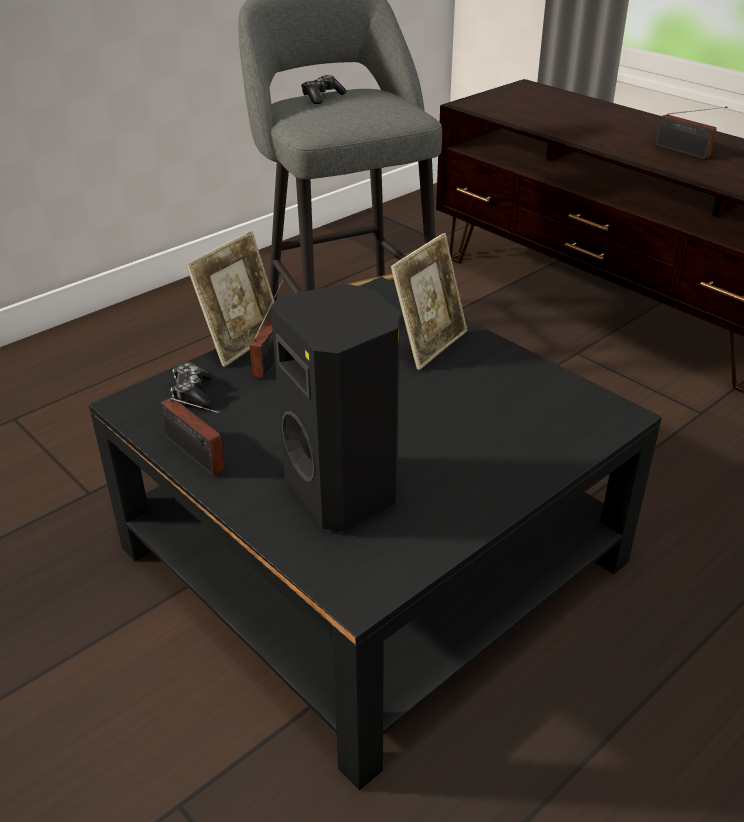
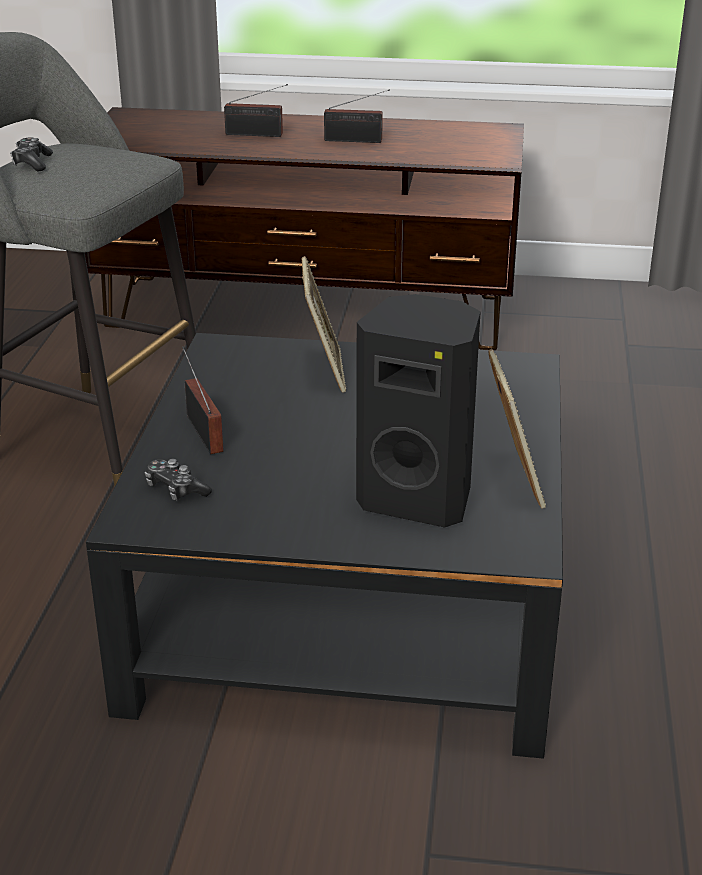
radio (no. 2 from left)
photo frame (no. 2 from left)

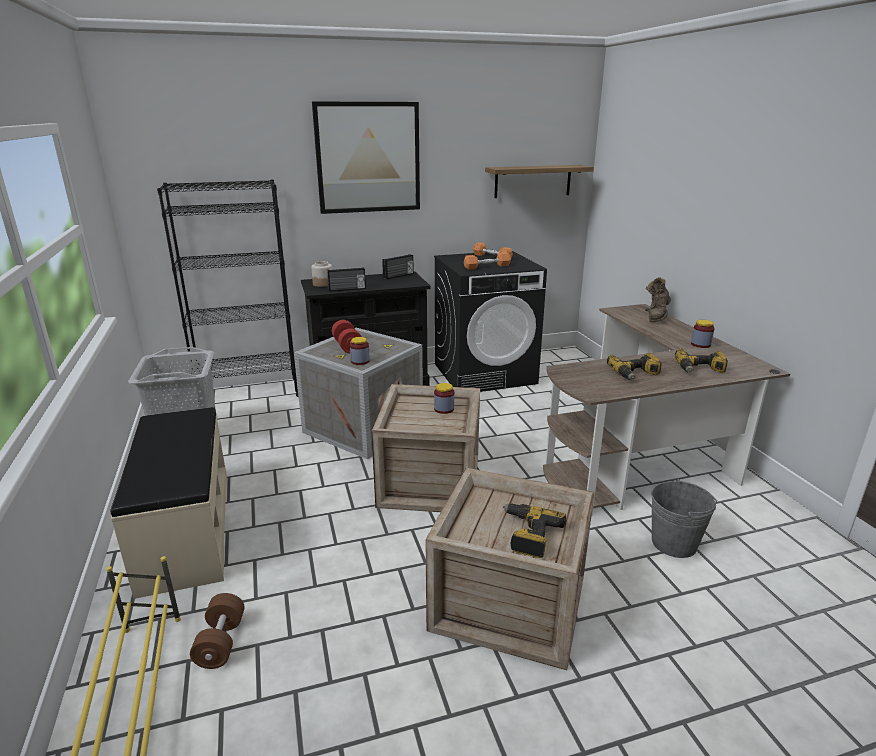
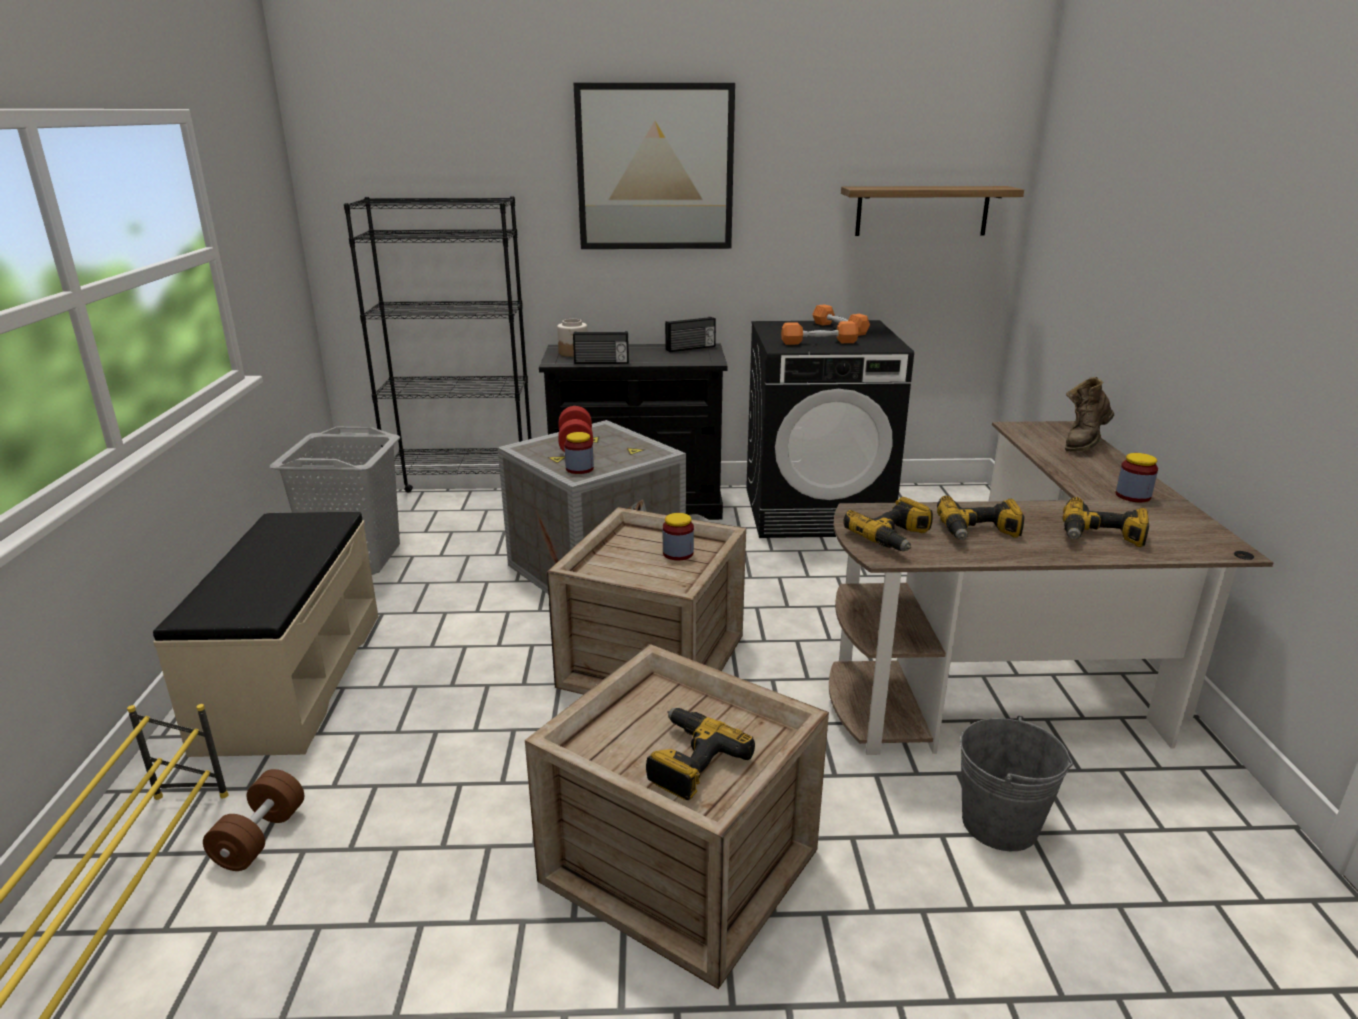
electric drill (no. 2 from left)

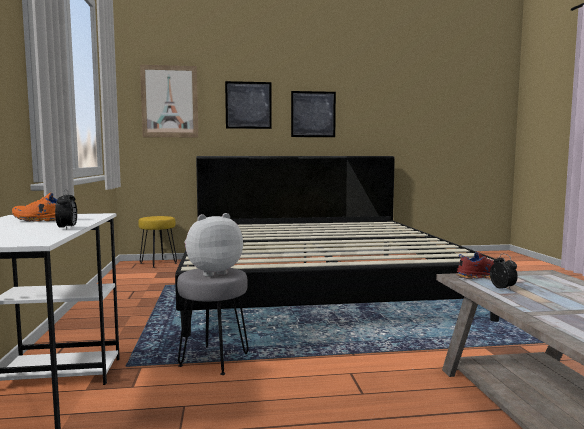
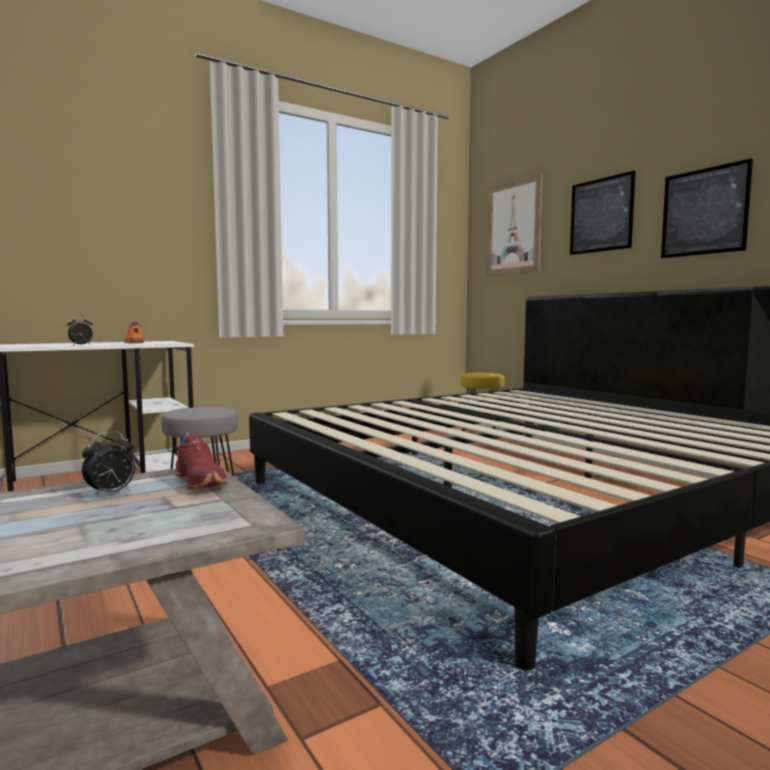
soft toy

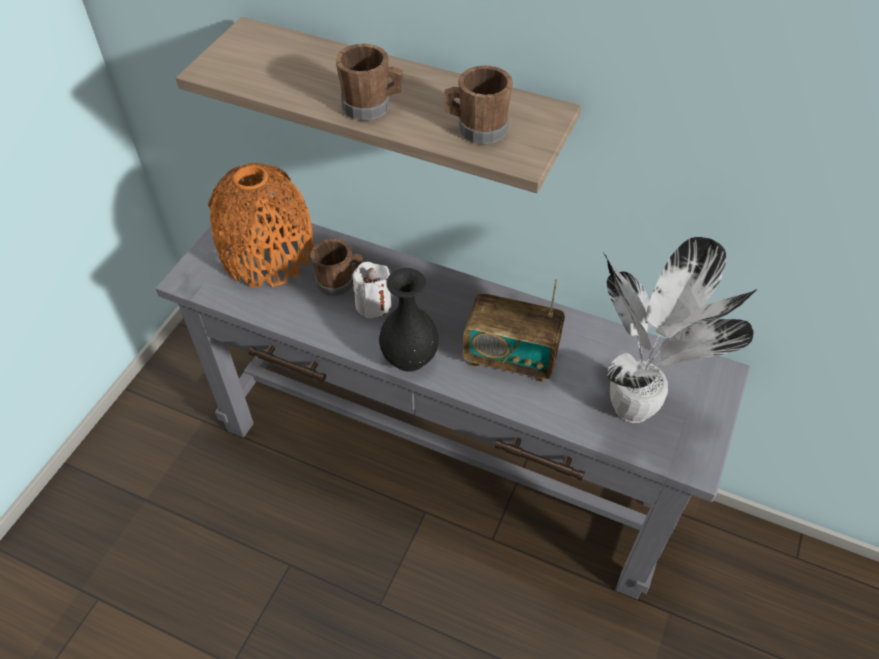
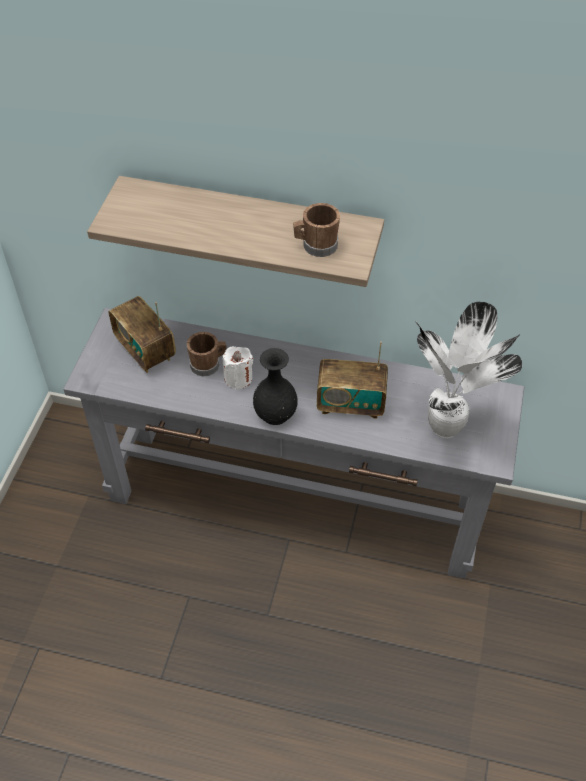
mug/brown (no. 2 from left in the first image)
radio (no. 1 from left)

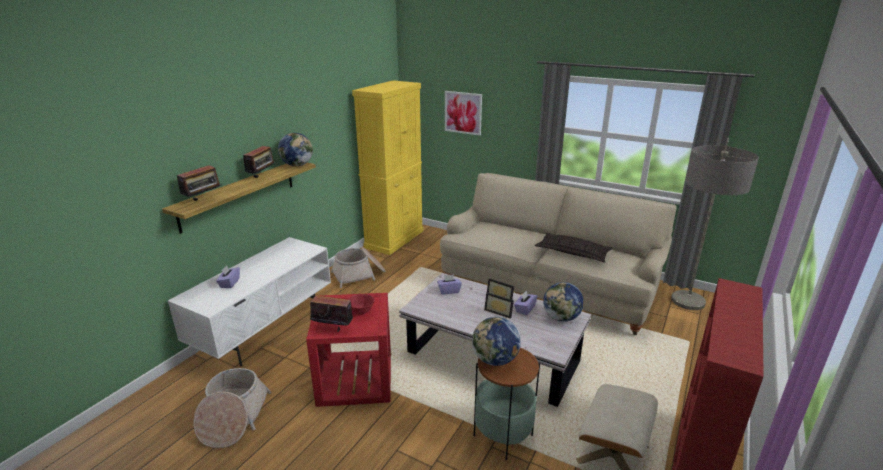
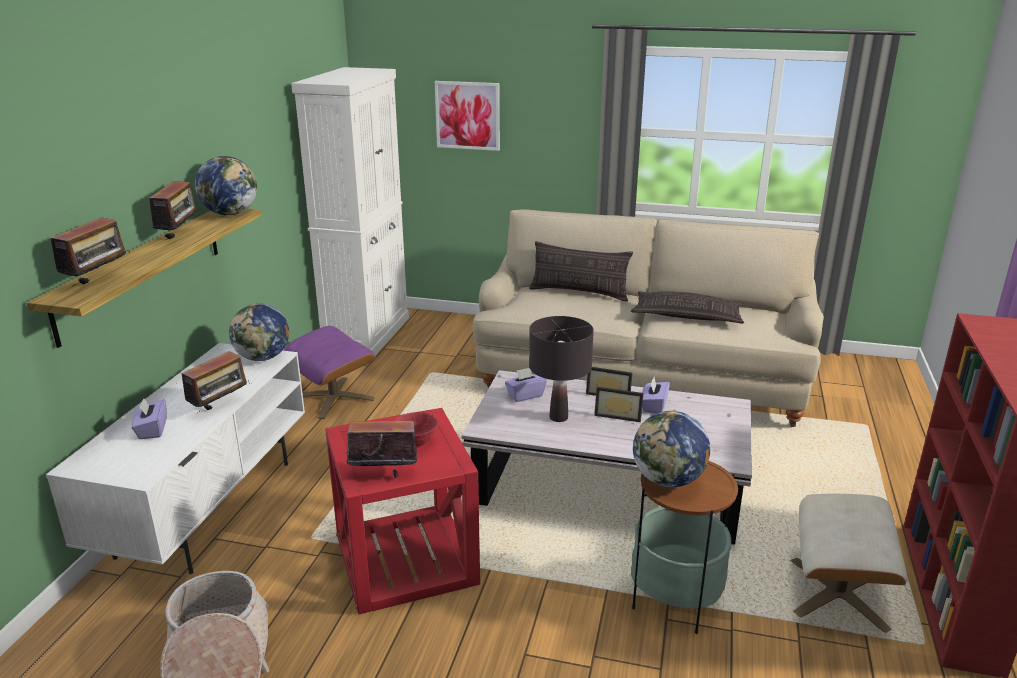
floor lamp
radio (no. 3 from left)
cushion (no. 1 from left)
table lamp/blackish
globe (no. 2 from left)
pouffe/purplish
storage cabinet/whitish

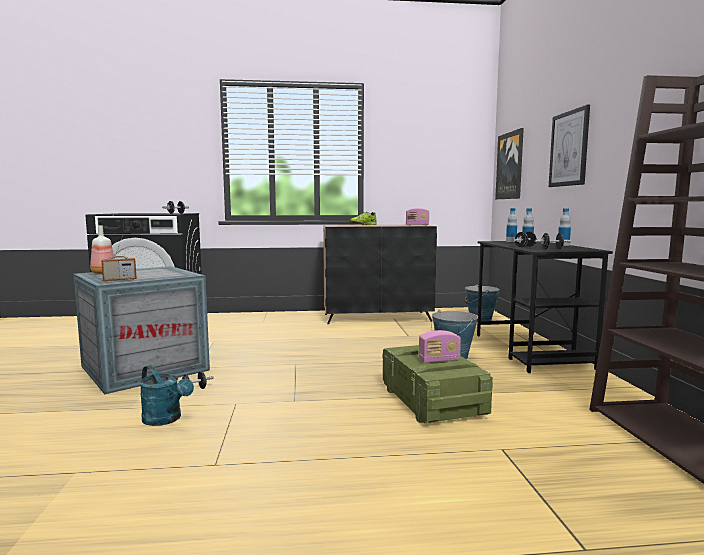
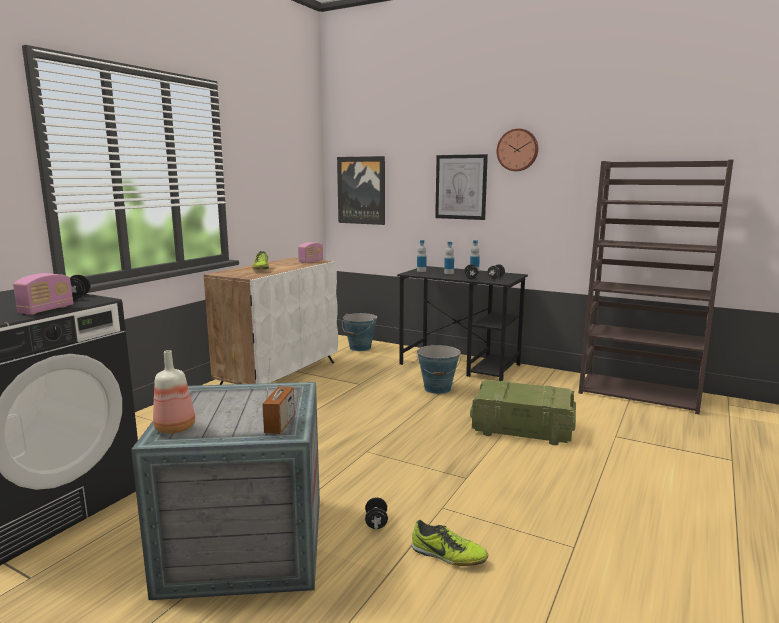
clock on the wall
radio (no. 1 from left)
item of footwear (no. 2 from left)
storage cabinet/whitish

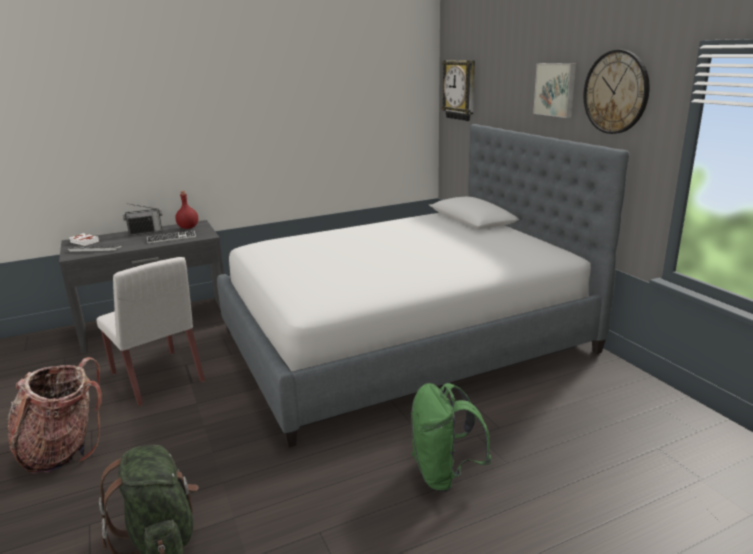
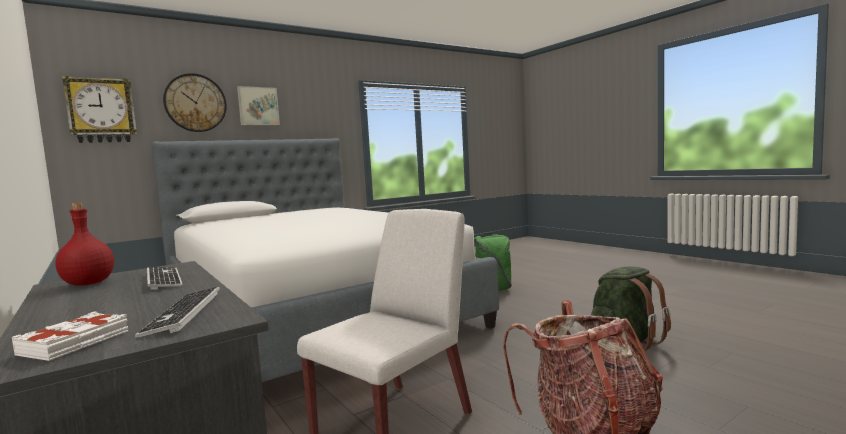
radio
clock on the wall (no. 2 from left)

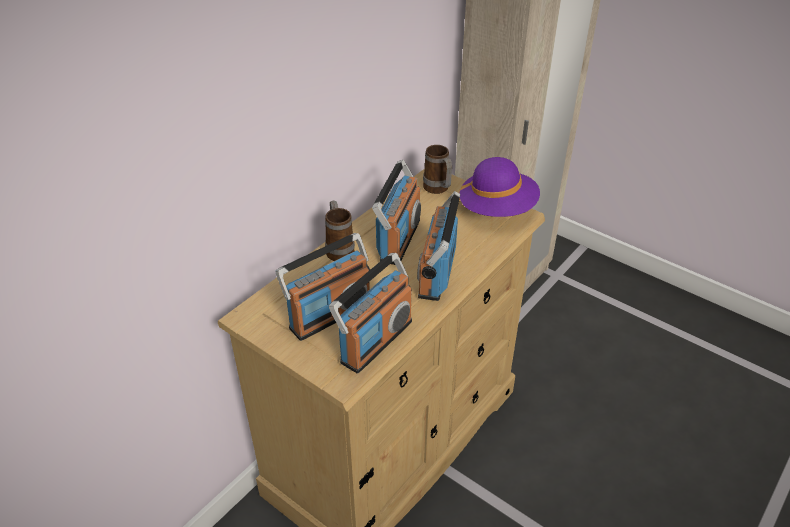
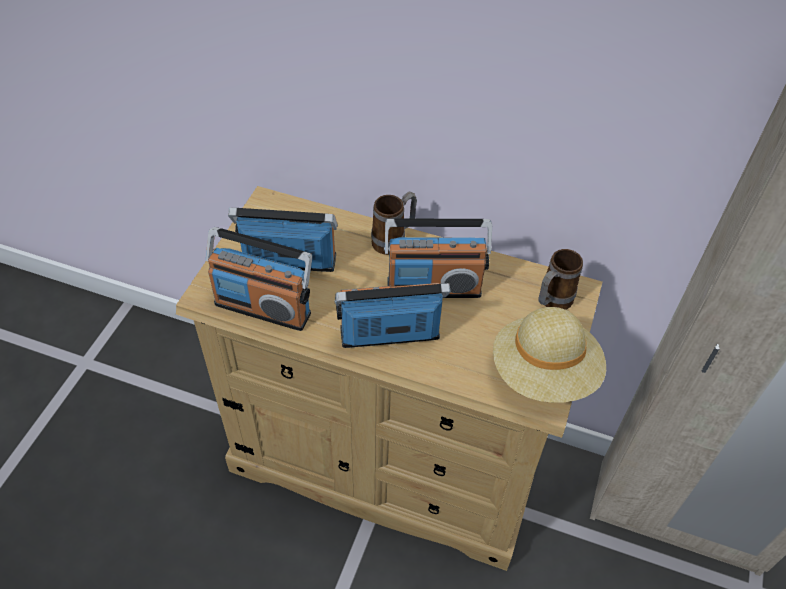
clothing hat/beige
radio (no. 2 from left)

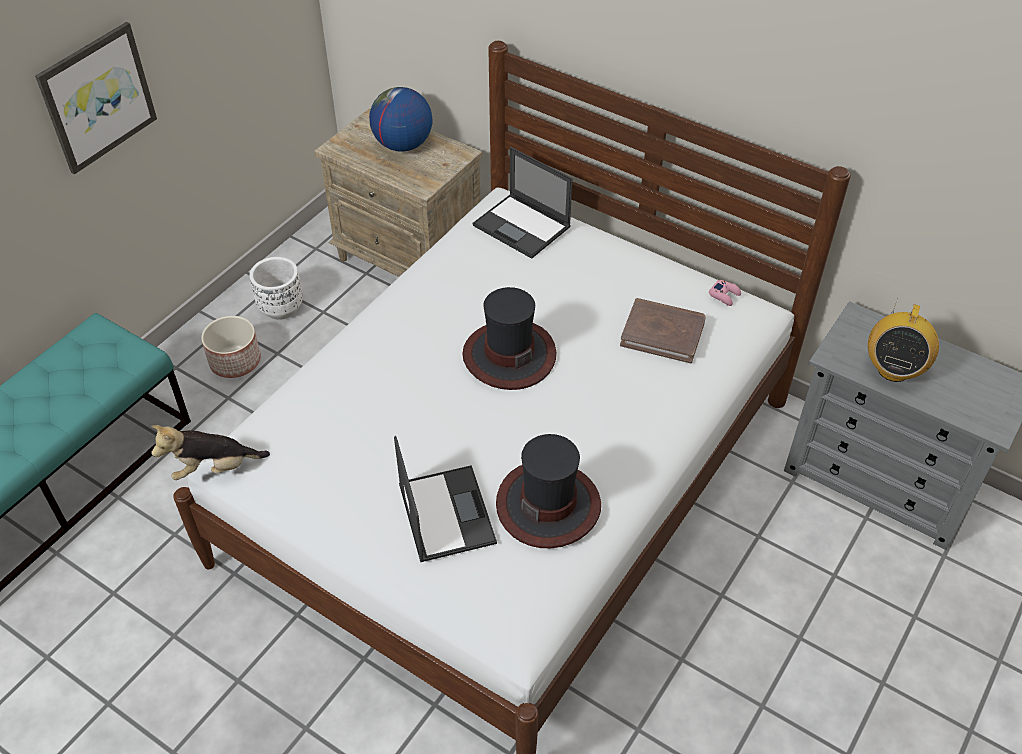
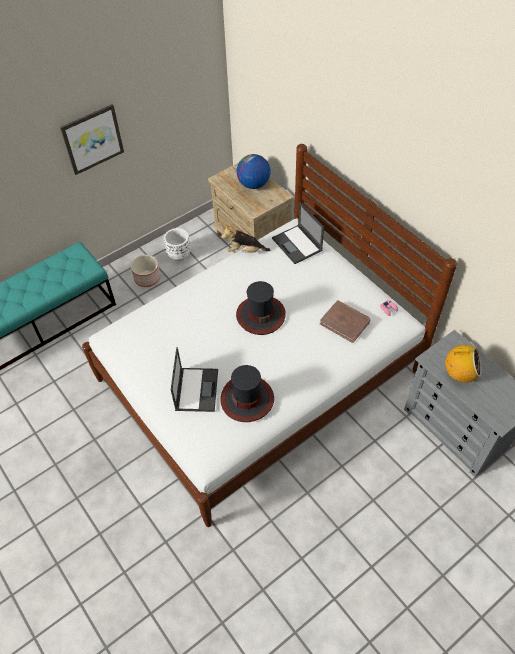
soft toy
radio

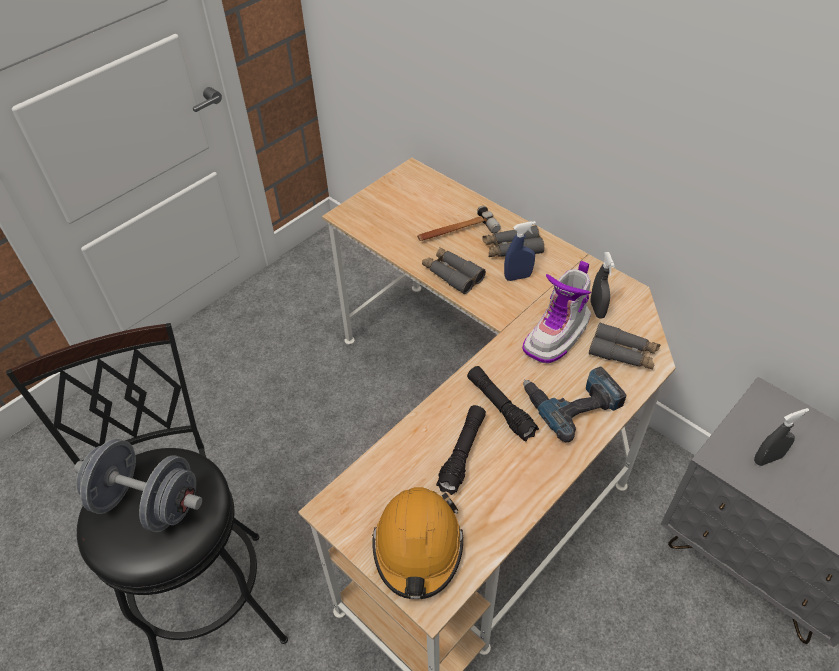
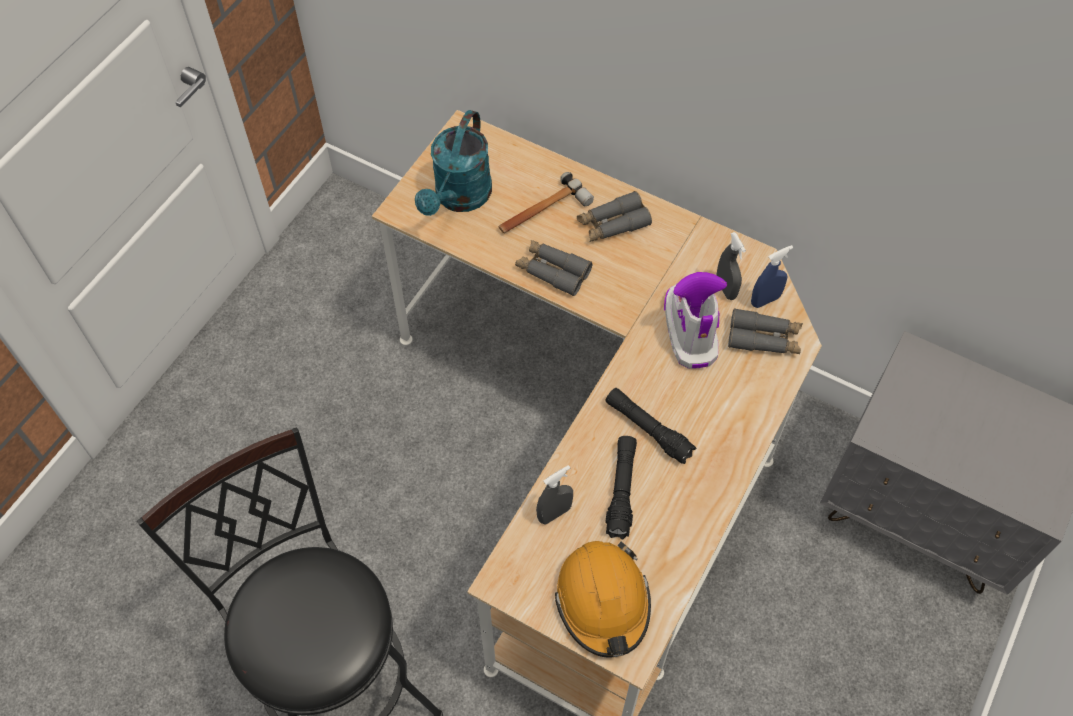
free weight/gray
electric drill
watering can/turquoise
hand sprayer/blue-coloured
hand sprayer/gray (no. 1 from left)
tall boot

